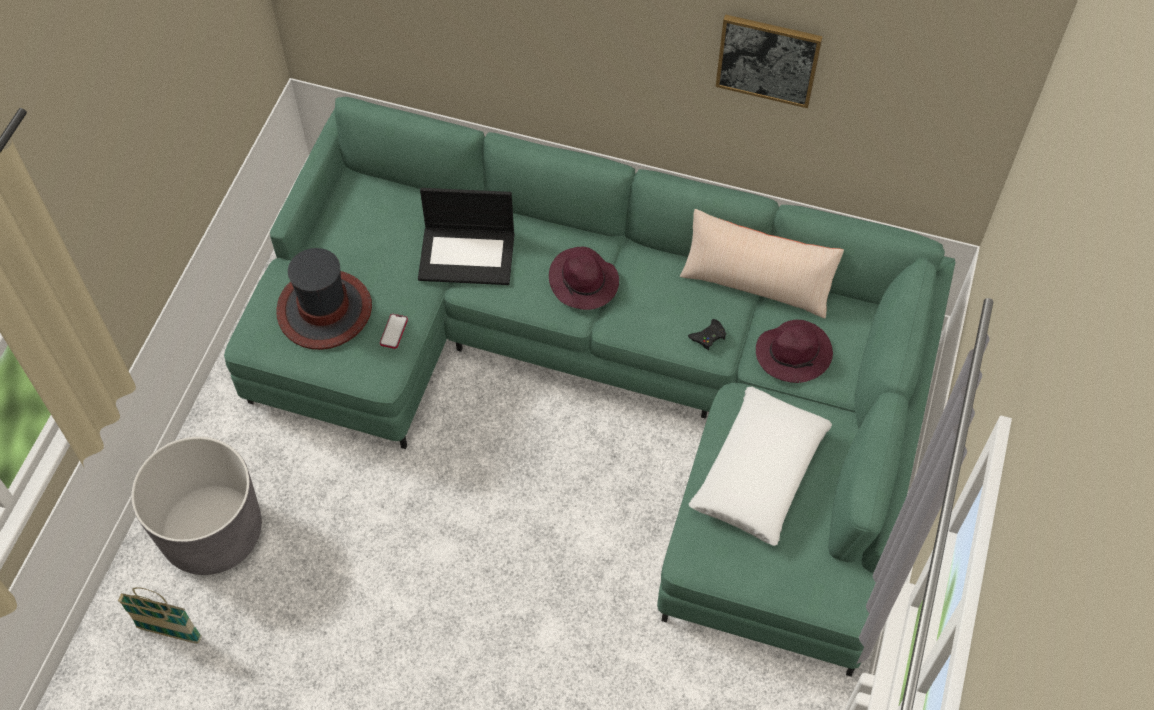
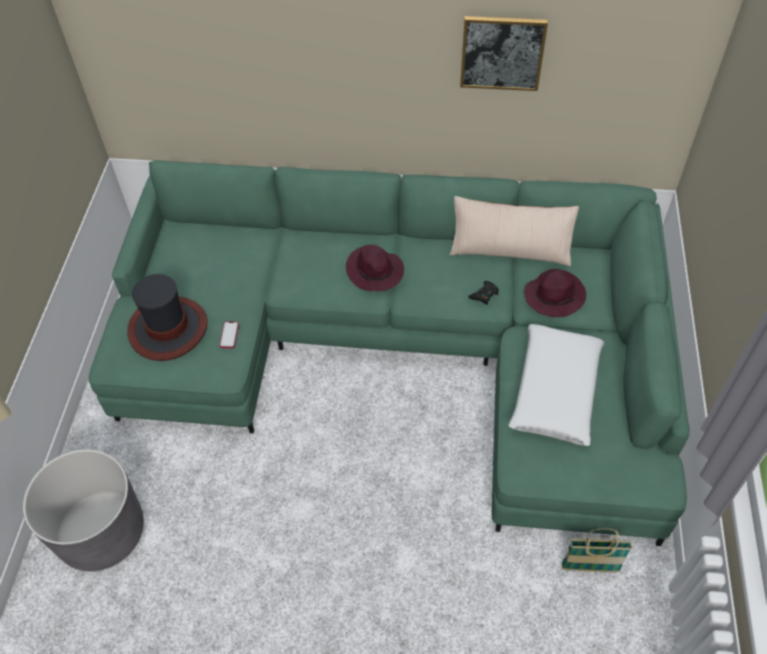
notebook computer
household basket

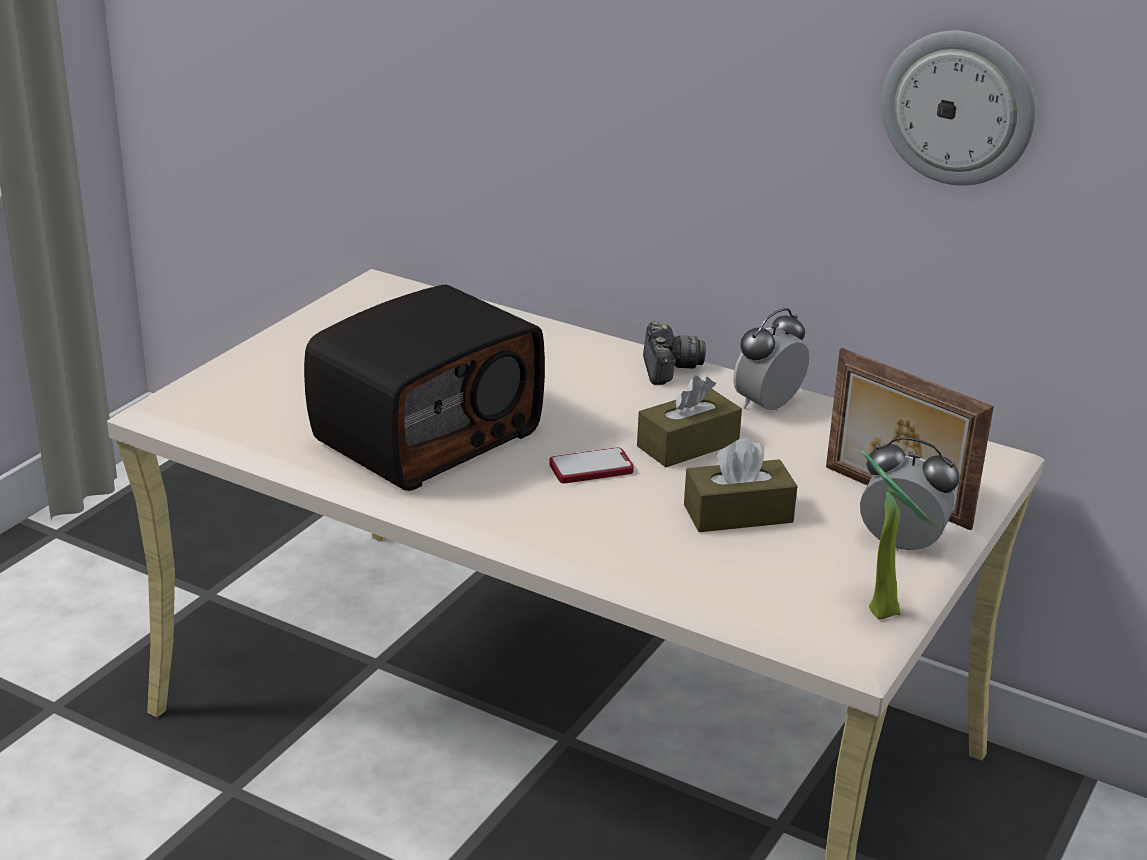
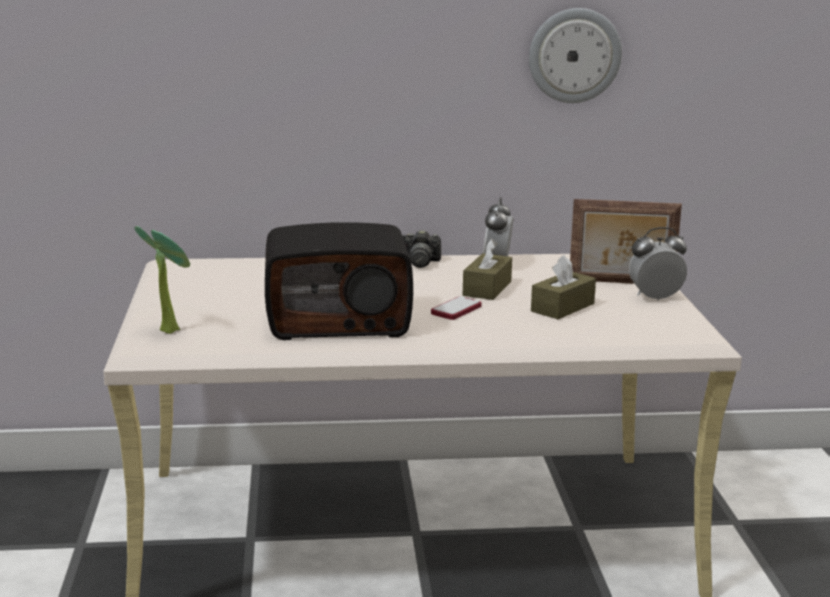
potted plant
radio
still camera

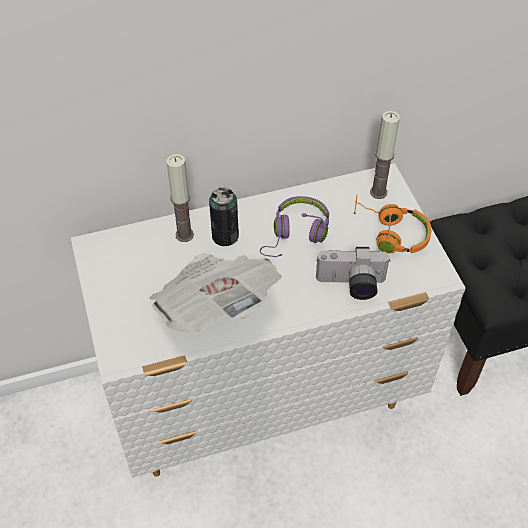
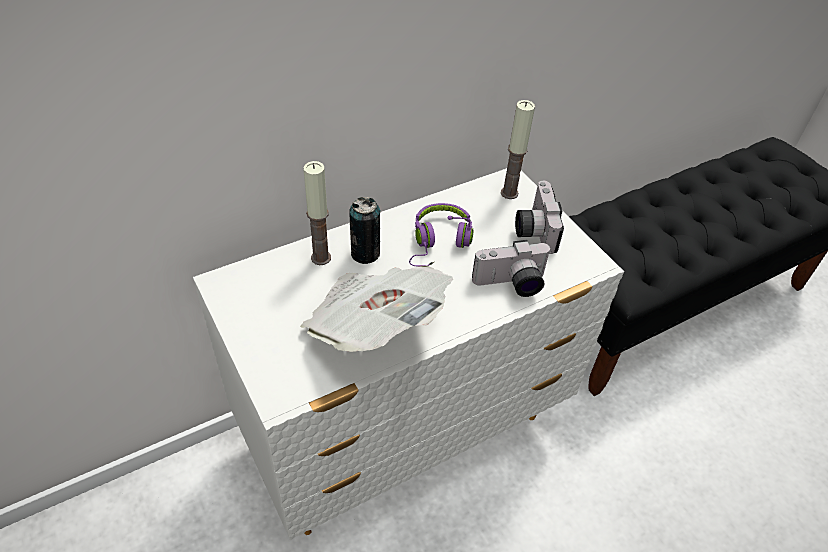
still camera (no. 2 from left)

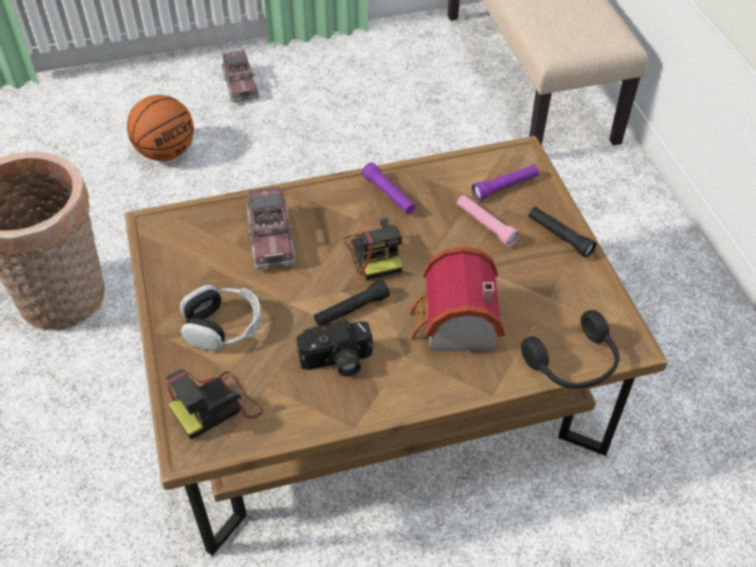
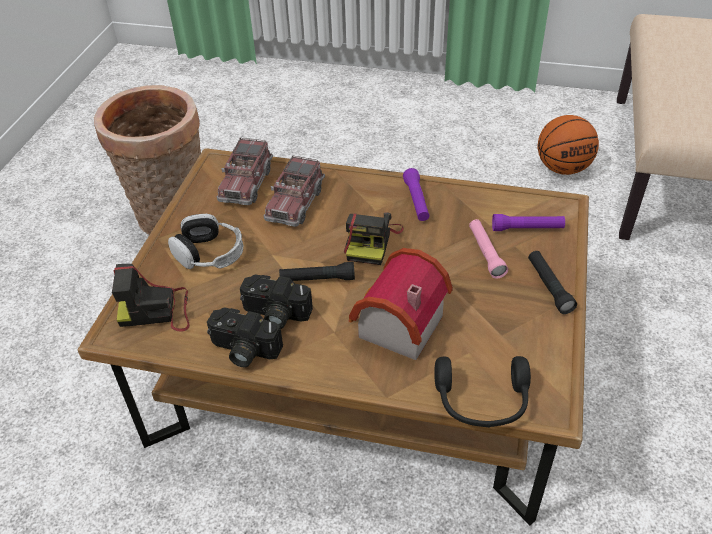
still camera (no. 2 from left)
ball for basketball
model truck (no. 1 from left)

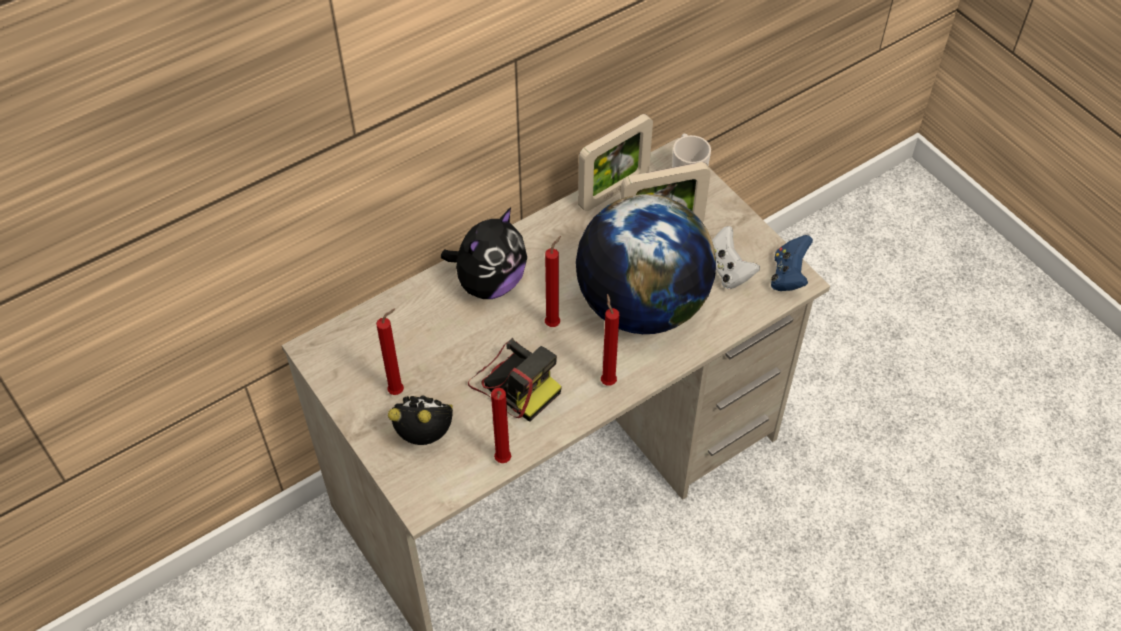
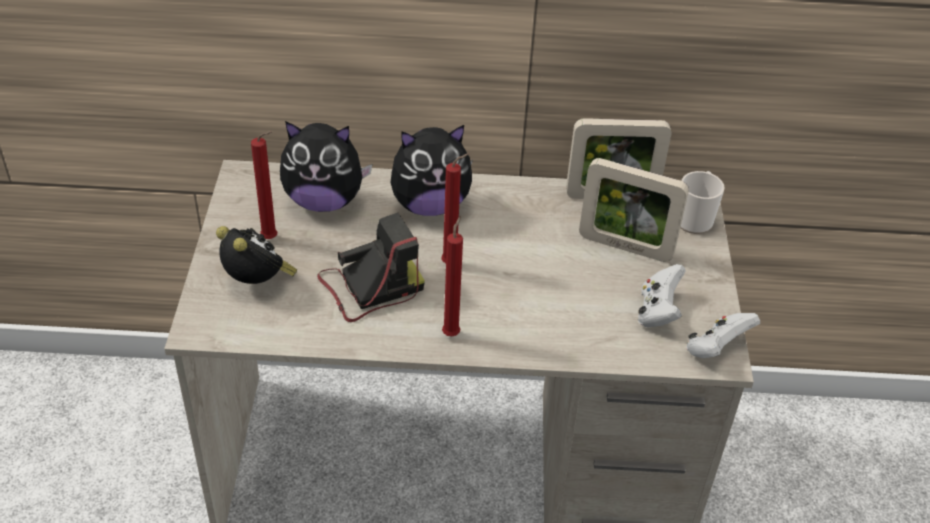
candle/reddish (no. 2 from left in the first image)
globe
soft toy (no. 1 from left)
gamepad/whitish (no. 2 from left)
still camera

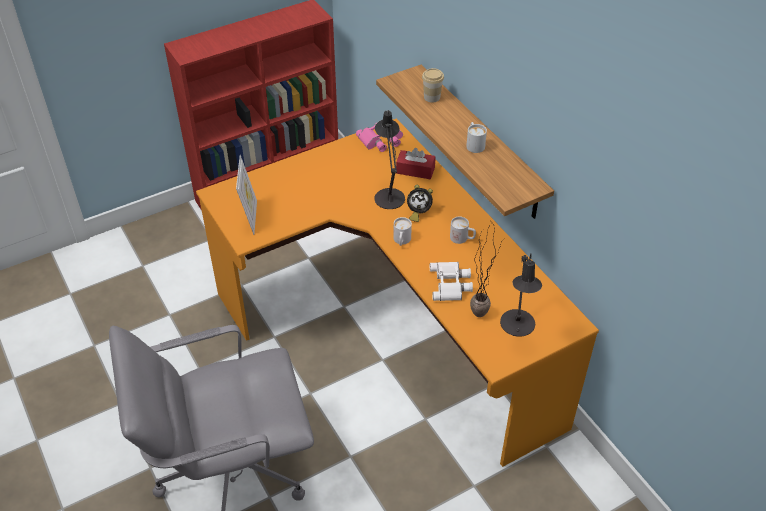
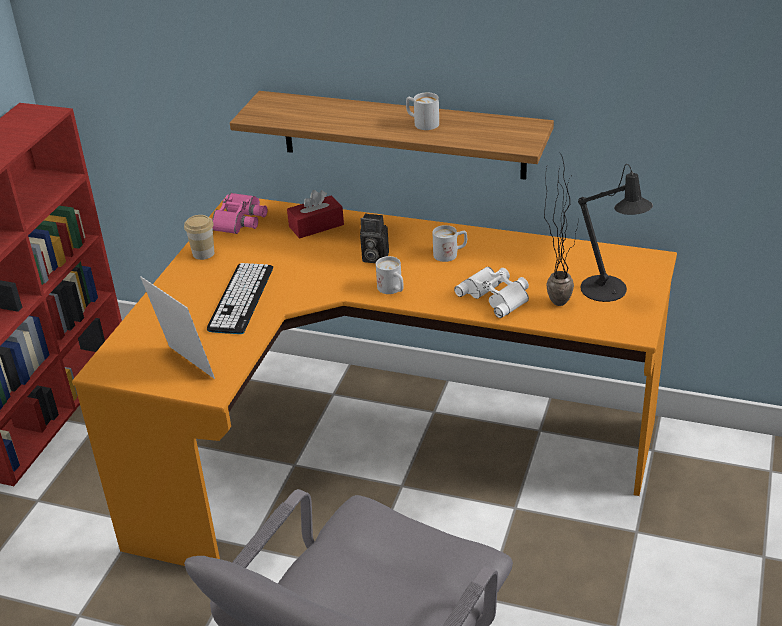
table lamp/blackish (no. 1 from left in the first image)
PC keyboard
drinking cup
still camera

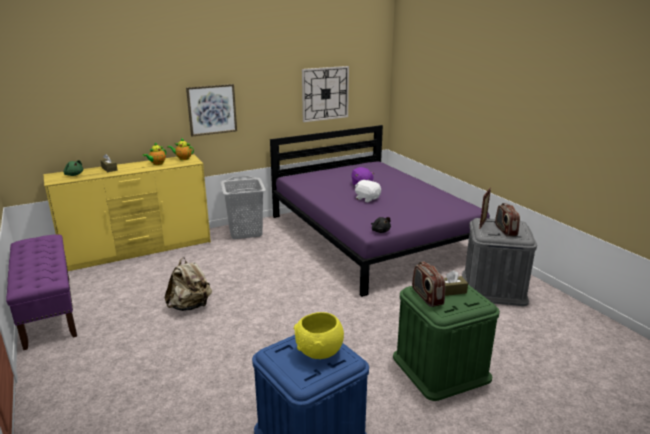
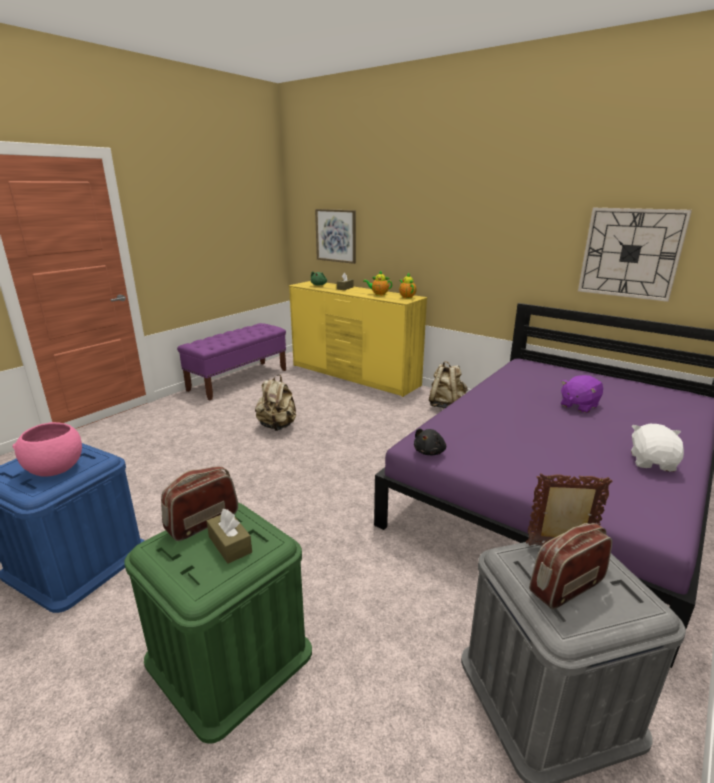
picture
soft toy/whitish
knapsack/beige (no. 2 from left)
deep dish/pinkish

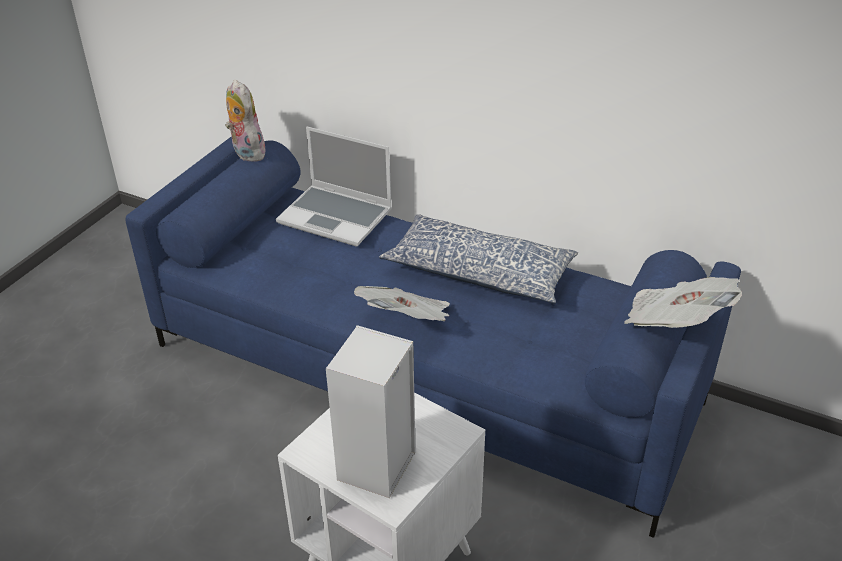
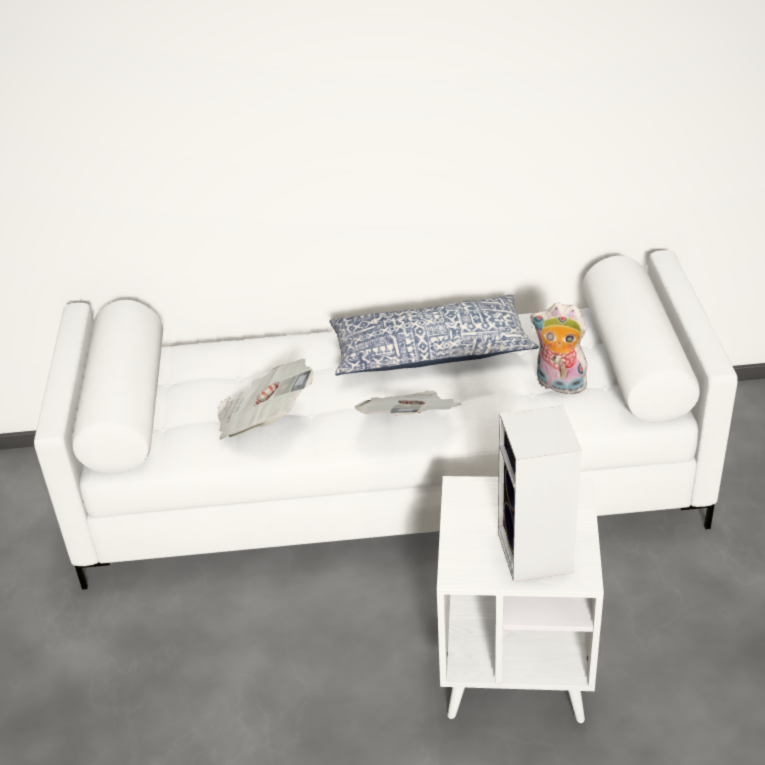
notebook computer
soft toy
daily paper (no. 1 from left)
couch/whitish

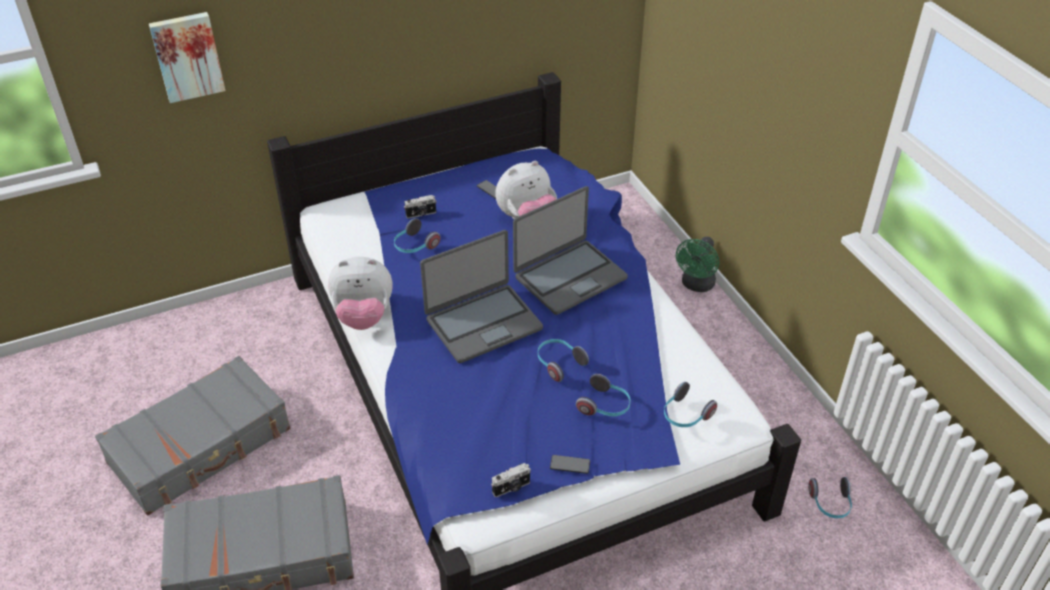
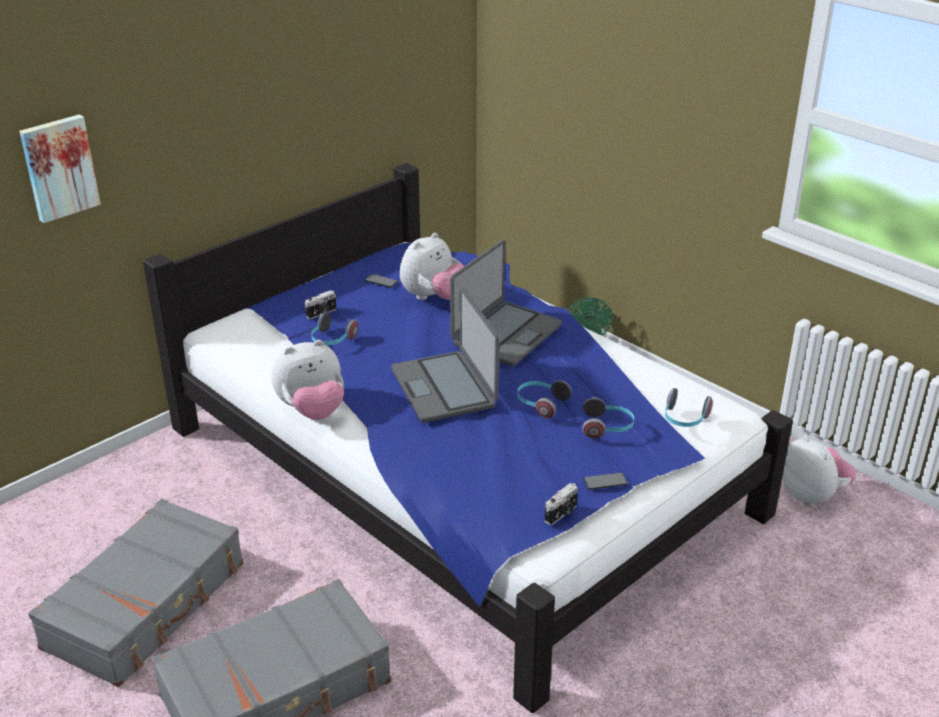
soft toy (no. 3 from left)
notebook computer (no. 1 from left)

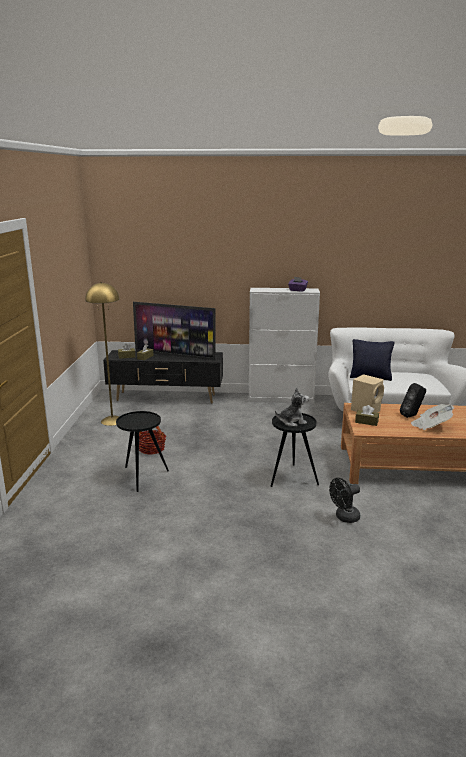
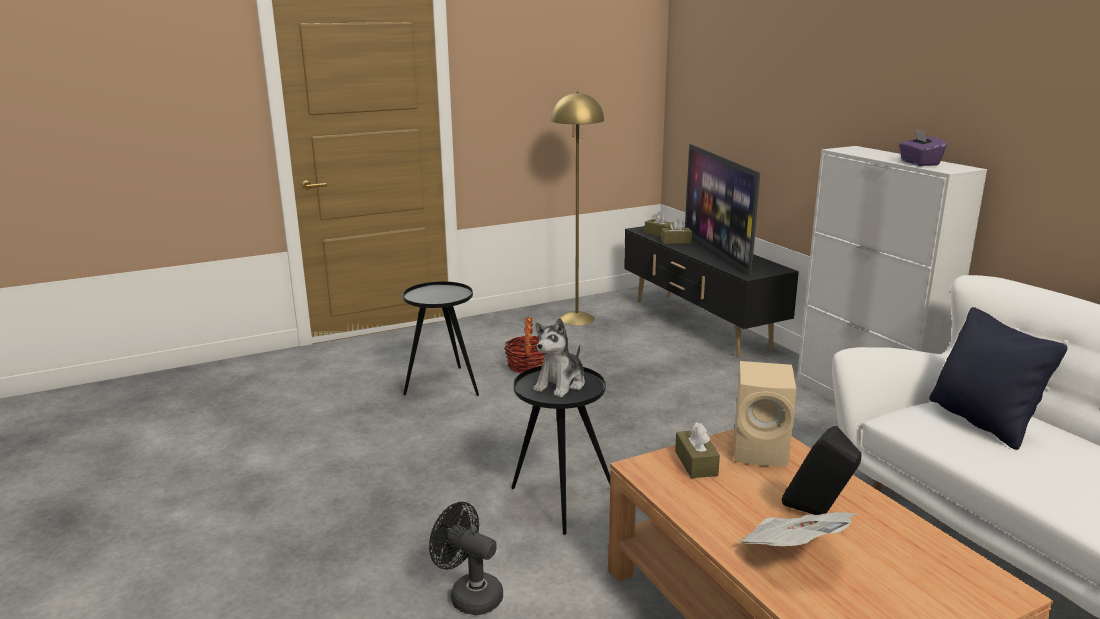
soft toy

